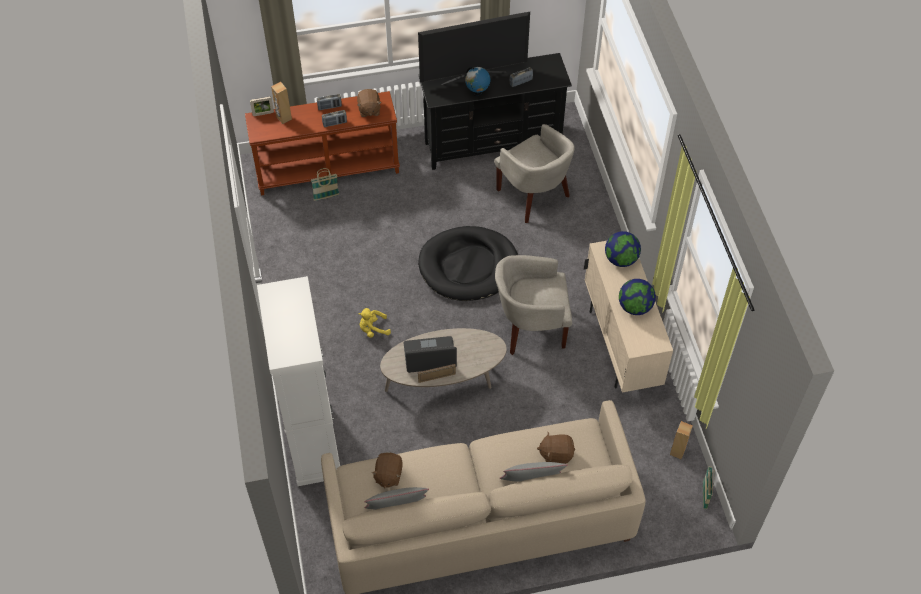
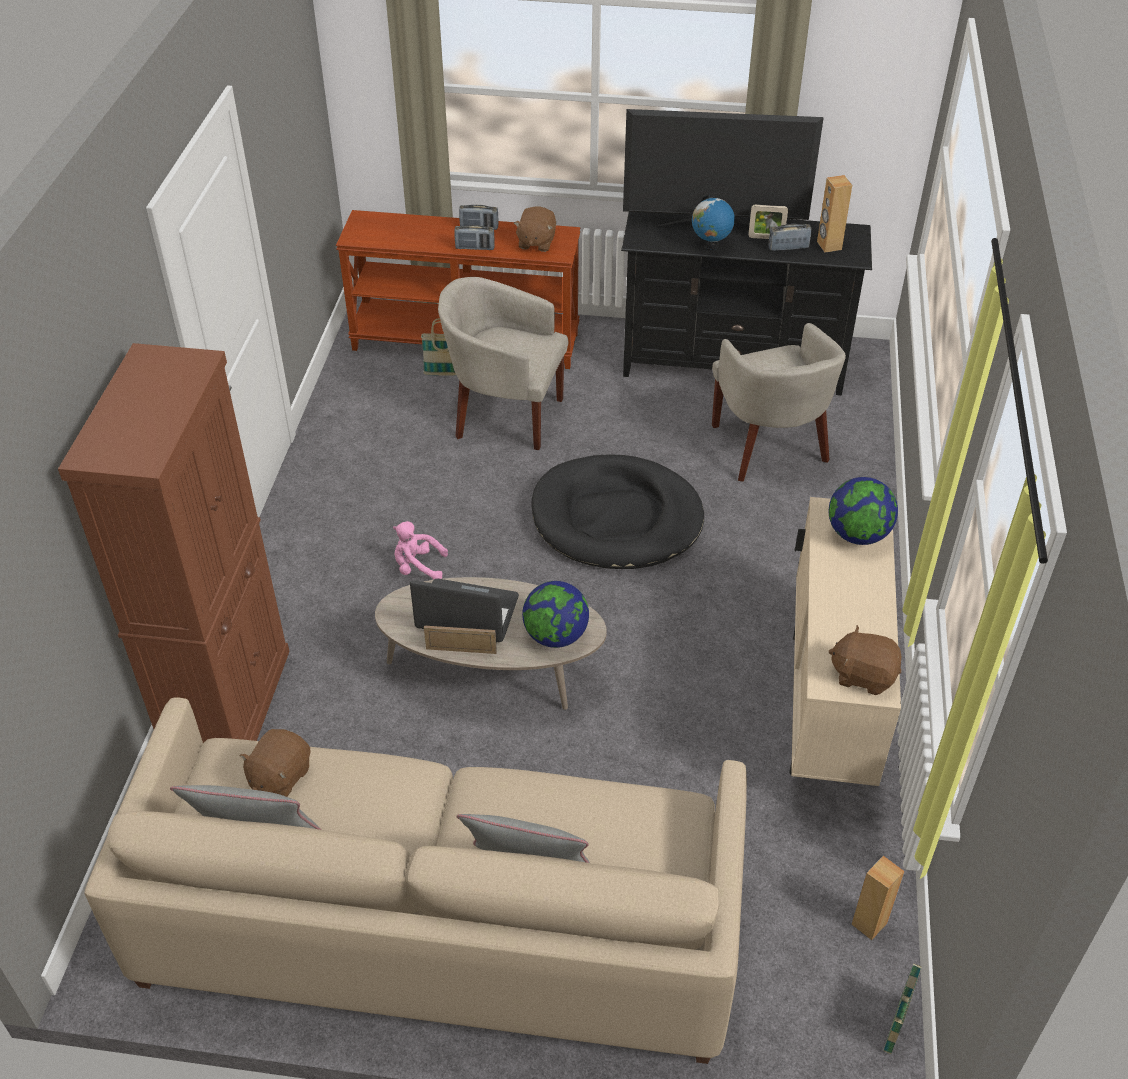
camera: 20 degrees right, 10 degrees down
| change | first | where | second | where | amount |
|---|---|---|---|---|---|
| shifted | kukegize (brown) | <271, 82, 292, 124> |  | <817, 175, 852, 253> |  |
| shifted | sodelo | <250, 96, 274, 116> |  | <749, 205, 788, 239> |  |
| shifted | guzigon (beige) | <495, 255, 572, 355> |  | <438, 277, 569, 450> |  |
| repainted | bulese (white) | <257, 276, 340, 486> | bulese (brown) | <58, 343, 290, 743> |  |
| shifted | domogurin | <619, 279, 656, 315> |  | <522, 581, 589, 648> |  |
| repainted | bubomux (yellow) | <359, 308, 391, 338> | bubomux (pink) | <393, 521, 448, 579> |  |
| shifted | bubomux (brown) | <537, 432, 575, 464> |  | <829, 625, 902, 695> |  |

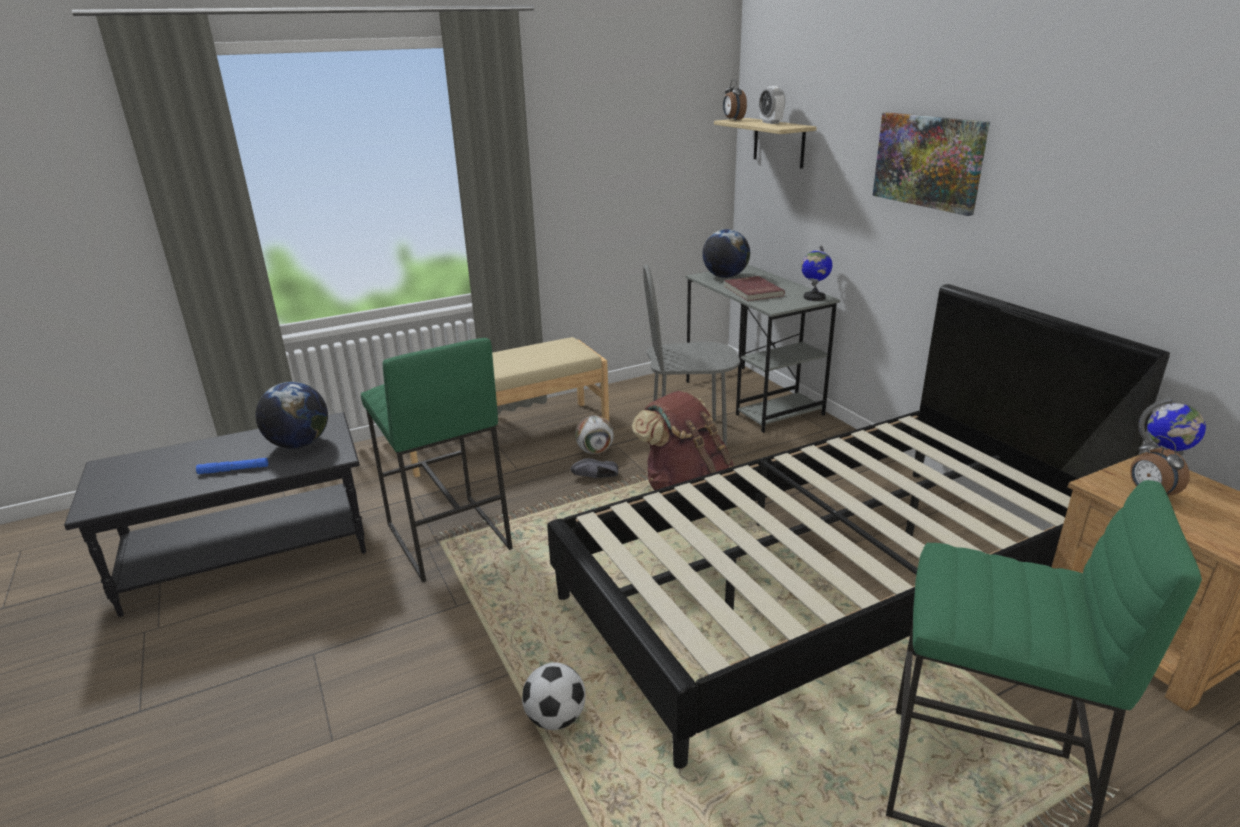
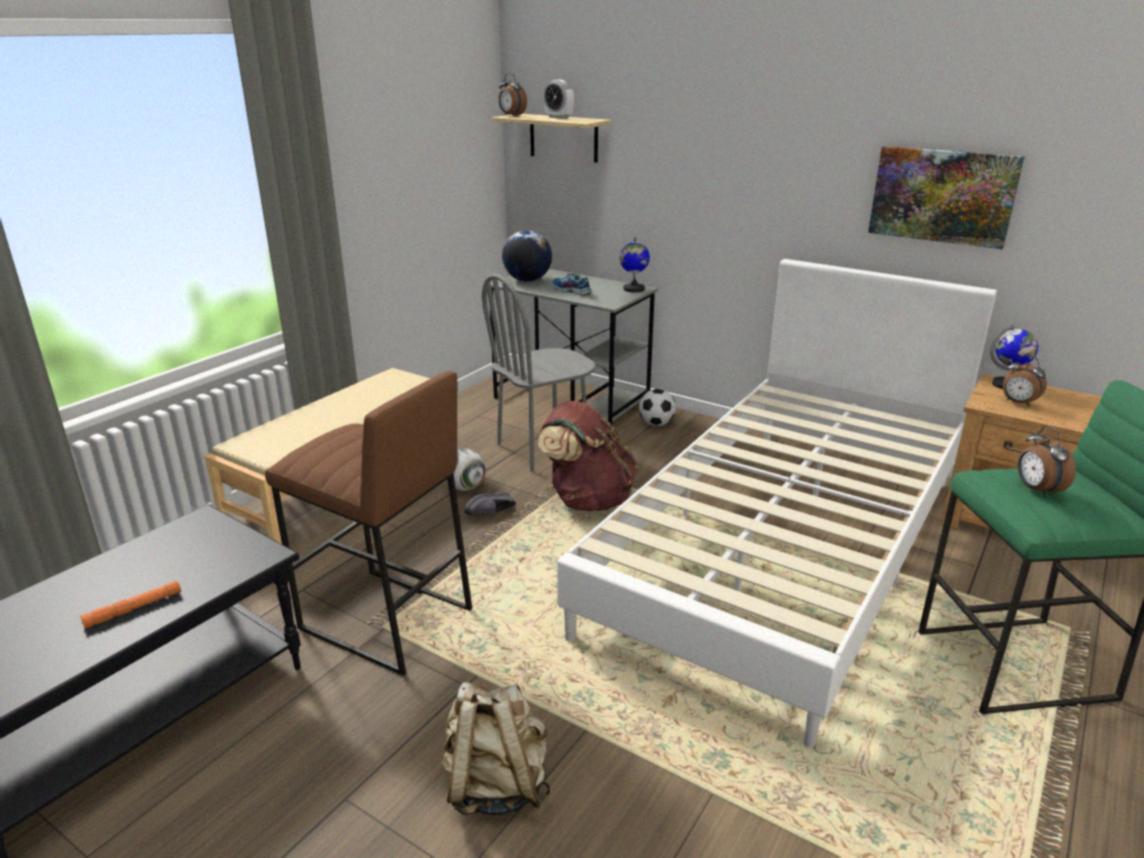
camera: 30 degrees left, 0 degrees up
| change | first | where | second | where | amount |
|---|---|---|---|---|---|
| shifted | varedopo | <873, 112, 990, 216> |  | <868, 146, 1025, 249> |  |
| swapped | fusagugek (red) | <724, 276, 785, 301> | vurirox | <552, 273, 591, 296> |  |
| repainted | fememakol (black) | <547, 284, 1170, 769> | fememakol (white) | <557, 259, 997, 748> |  |
| repainted | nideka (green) | <361, 338, 513, 582> | nideka (brown) | <265, 371, 472, 676> |  |
| gone | domogurin | <255, 382, 328, 449> |  |  |  |
| repainted | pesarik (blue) | <196, 458, 268, 474> | pesarik (orange) | <80, 581, 181, 629> |  |
| shifted | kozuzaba | <522, 662, 586, 730> |  | <639, 389, 676, 426> |  |
| new |  |  | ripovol | <1017, 425, 1076, 497> |  |
| new |  |  | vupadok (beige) | <441, 682, 550, 815> |  |

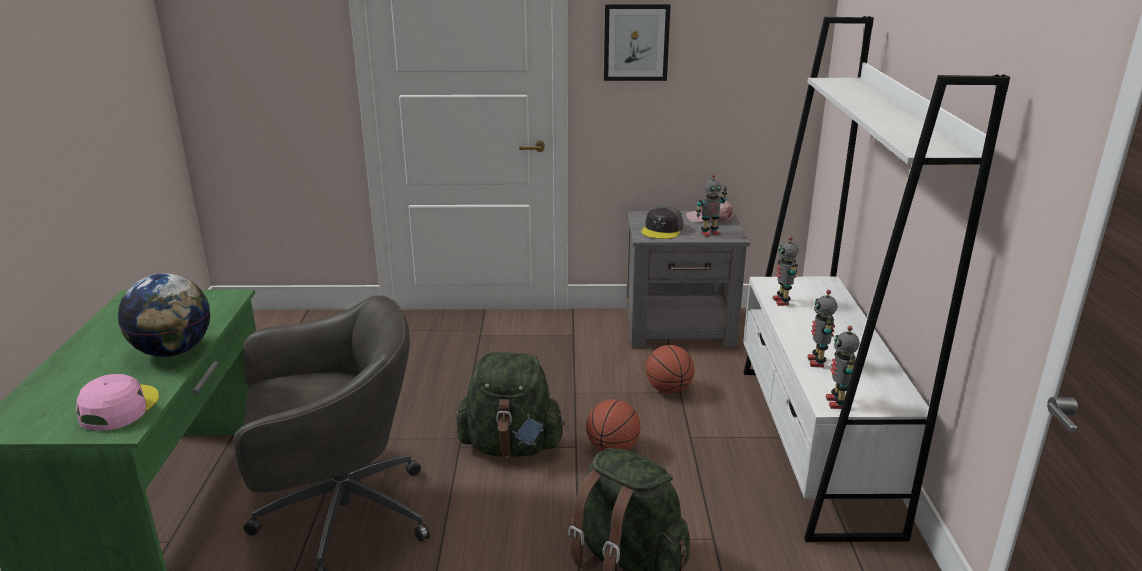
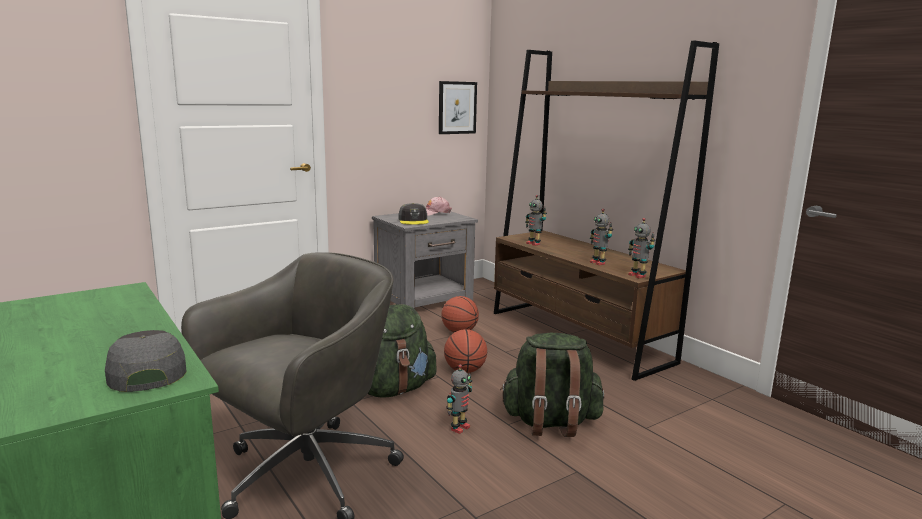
camera: 35 degrees left, 10 degrees down
| change | first | where | second | where | amount |
|---|---|---|---|---|---|
| shifted | varedopo | <604, 4, 670, 81> |  | <439, 81, 477, 134> |  |
| repainted | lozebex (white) | <743, 16, 1010, 542> | lozebex (brown) | <494, 41, 719, 381> |  |
| shifted | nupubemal | <696, 175, 727, 237> |  | <446, 364, 472, 434> |  |
| gone | domogurin | <118, 273, 210, 357> |  |  |  |
| repainted | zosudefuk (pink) | <76, 374, 159, 430> | zosudefuk (grey) | <105, 330, 187, 392> |  |

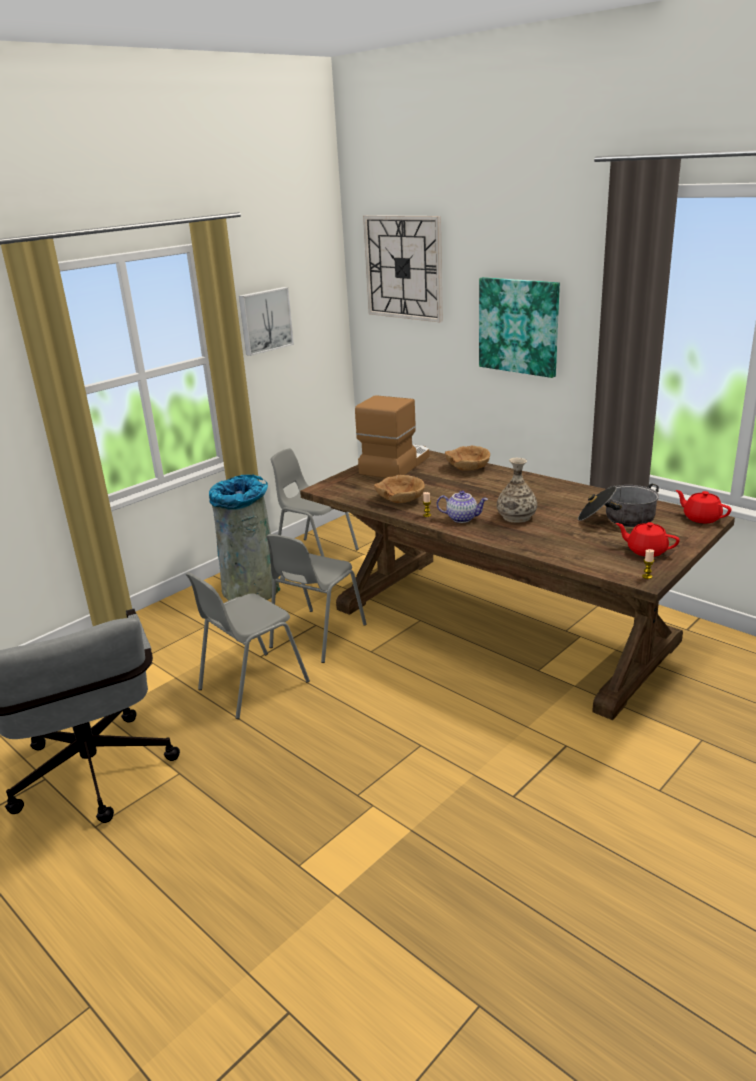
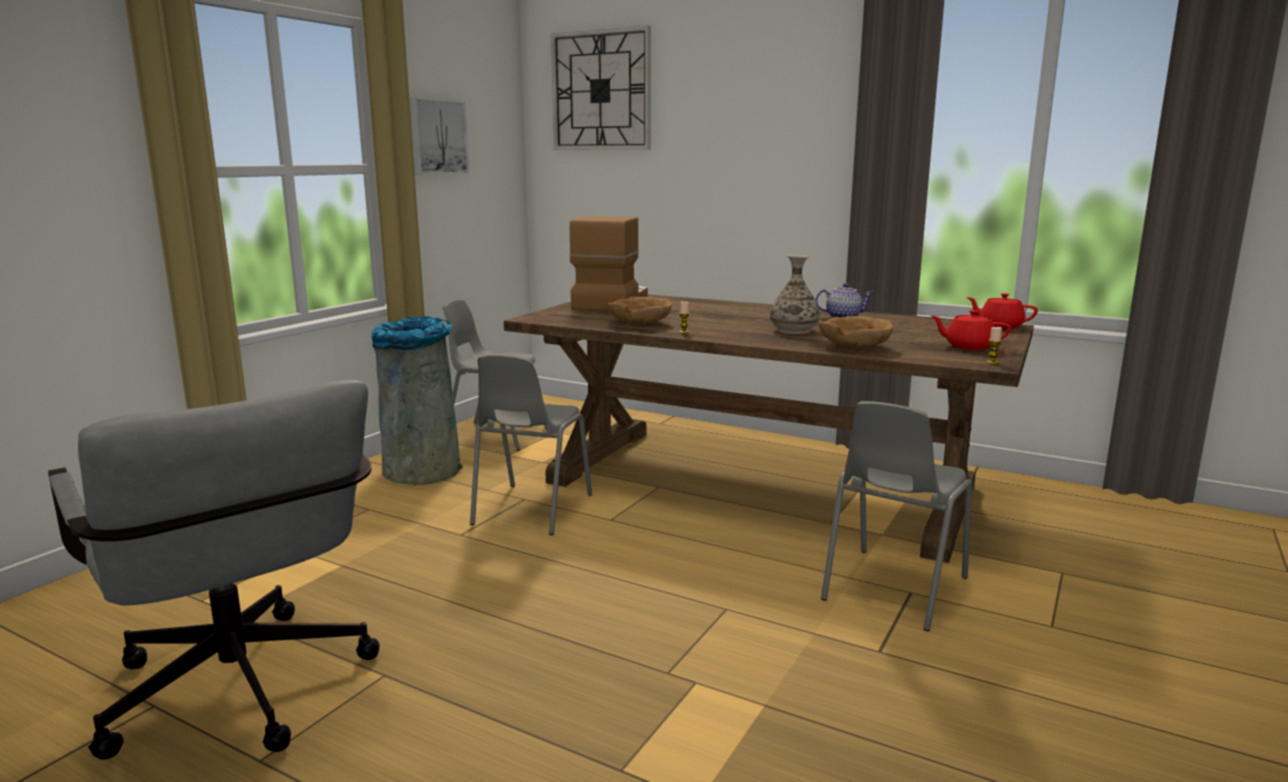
camera: 15 degrees left, 10 degrees down
| change | first | where | second | where | amount |
|---|---|---|---|---|---|
| gone | varedopo | <479, 277, 560, 378> |  |  |  |
| shifted | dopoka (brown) | <445, 445, 490, 471> |  | <818, 316, 893, 348> |  |
| gone | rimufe | <578, 484, 659, 527> |  |  |  |
| shifted | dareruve | <437, 491, 488, 523> |  | <815, 283, 874, 318> |  |
| shifted | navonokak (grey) | <186, 572, 310, 719> |  | <821, 401, 973, 631> |  |

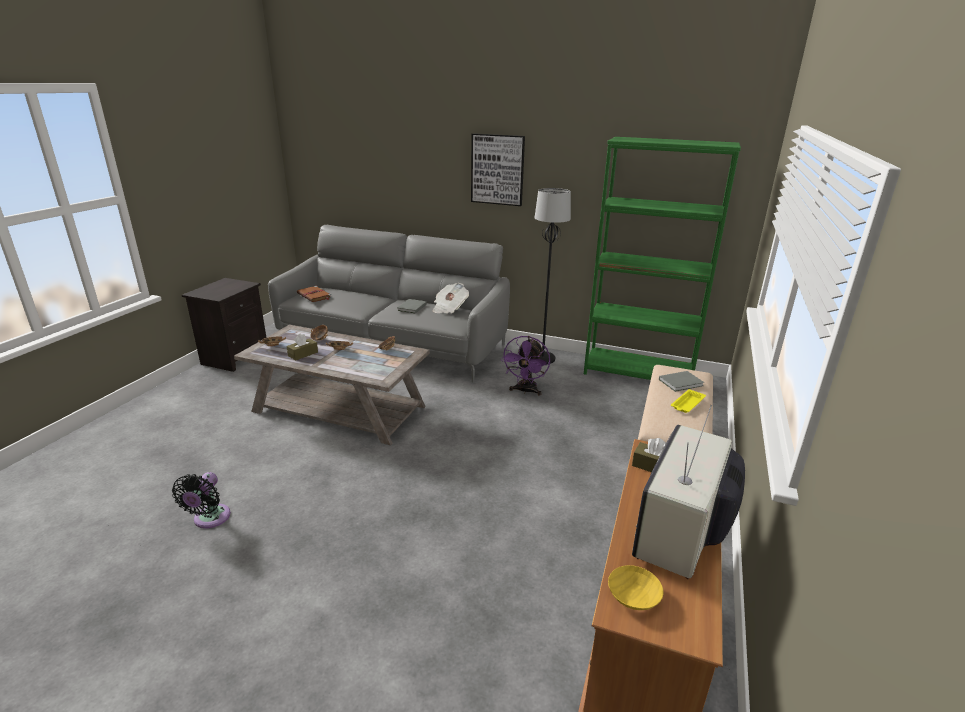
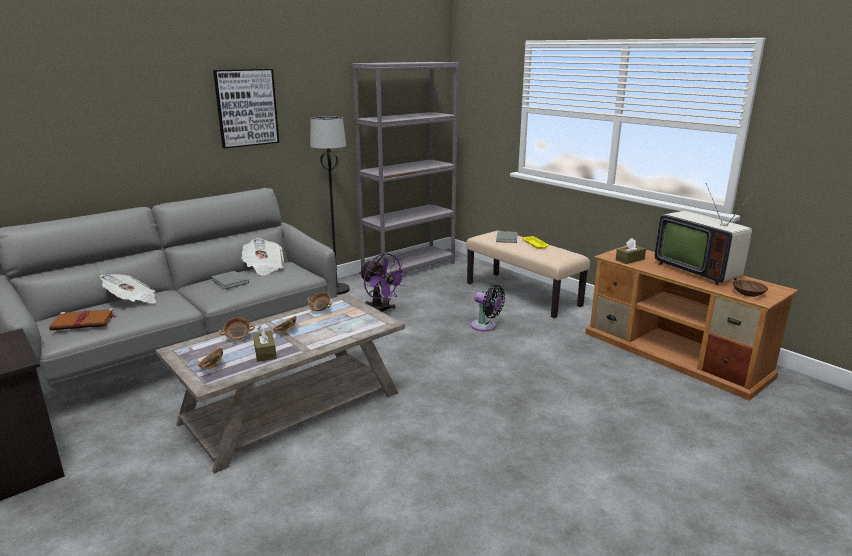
camera: 60 degrees left, 5 degrees down
| change | first | where | second | where | amount |
|---|---|---|---|---|---|
| repainted | lozebex (green) | <584, 137, 741, 380> | lozebex (grey) | <352, 62, 459, 284> |  |
| shifted | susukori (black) | <172, 472, 231, 529> |  | <471, 285, 505, 331> |  |
| repainted | dopoka (yellow) | <608, 565, 663, 610> | dopoka (brown) | <733, 280, 768, 297> |  |
| new |  |  | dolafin | <100, 274, 156, 303> |  |

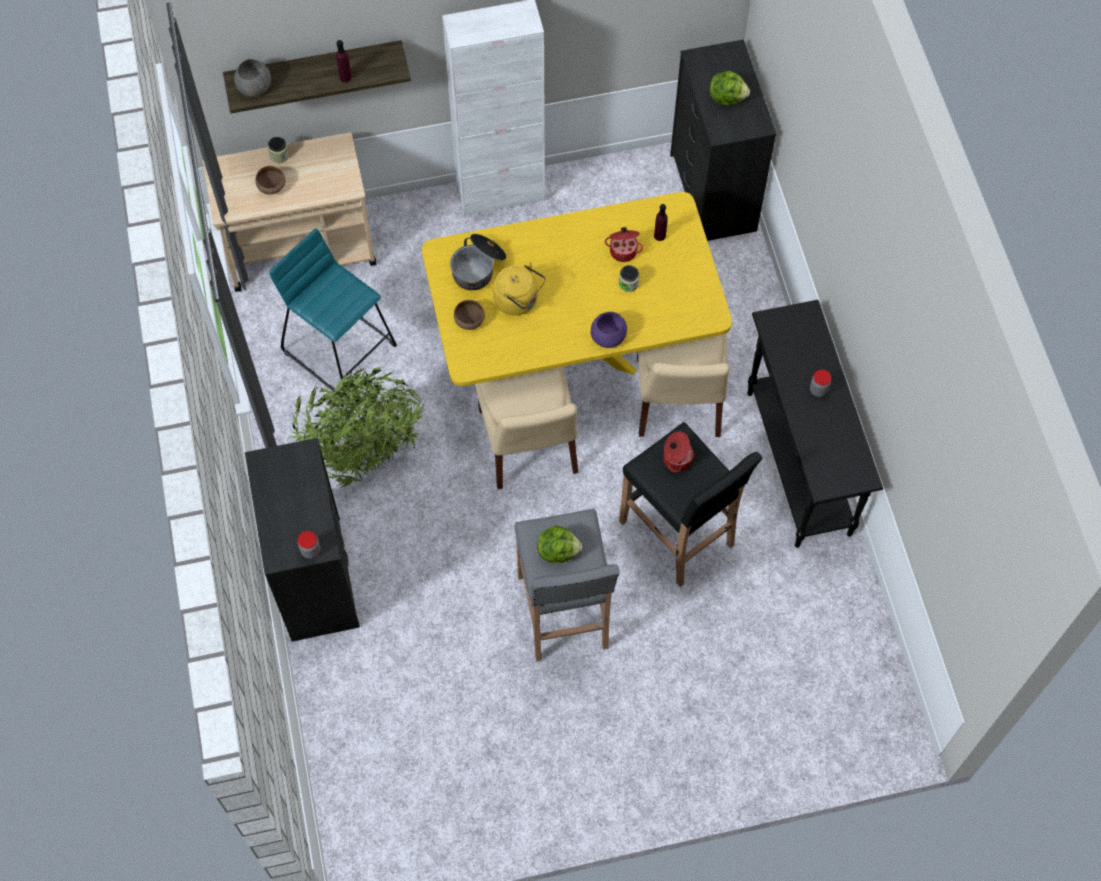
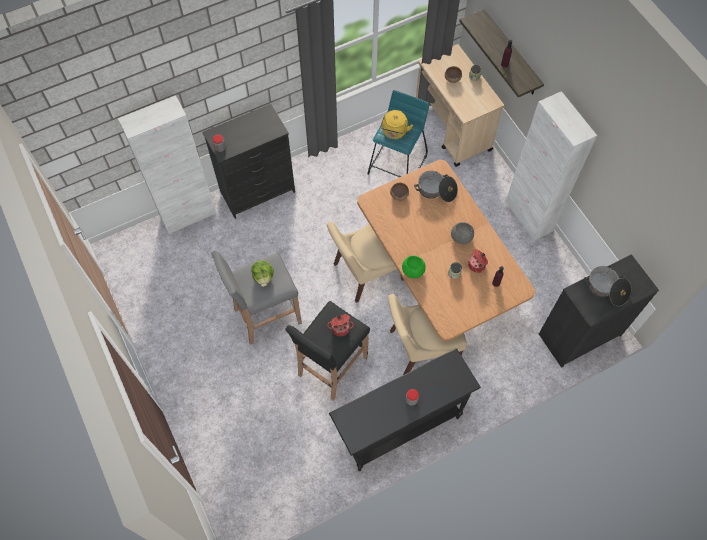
camera: 75 degrees right, 0 degrees up
| change | first | where | second | where | amount |
|---|---|---|---|---|---|
| shifted | dopoka (grey) | <234, 59, 271, 97> |  | <451, 222, 474, 244> |  |
| swapped | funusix | <709, 71, 750, 105> | rimufe | <584, 266, 631, 306> |  |
| repainted | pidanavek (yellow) | <422, 192, 732, 386> | pidanavek (brown) | <357, 160, 535, 341> |  |
| shifted | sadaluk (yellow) | <493, 262, 546, 316> |  | <380, 110, 413, 139> |  |
| repainted | dopoka (purple) | <591, 312, 627, 348> | dopoka (green) | <402, 256, 426, 278> |  |
| gone | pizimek | <289, 366, 424, 488> |  |  |  |
| new |  |  | bulese (white) | <118, 95, 216, 234> |  |

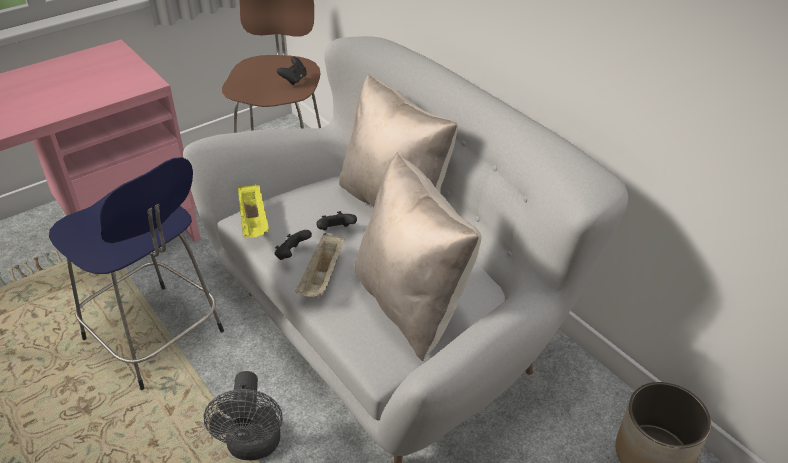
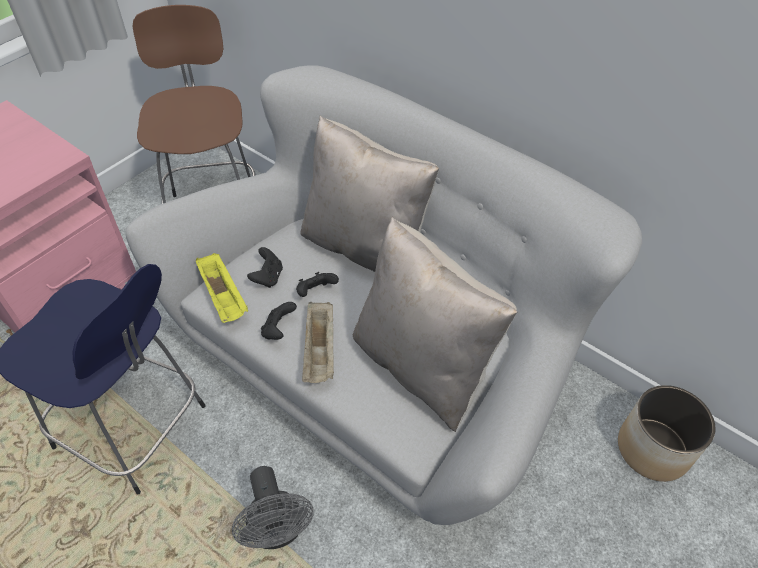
camera: 15 degrees left, 10 degrees up
| change | first | where | second | where | amount |
|---|---|---|---|---|---|
| shifted | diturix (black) | <277, 57, 307, 85> |  | <247, 247, 283, 288> |  |

